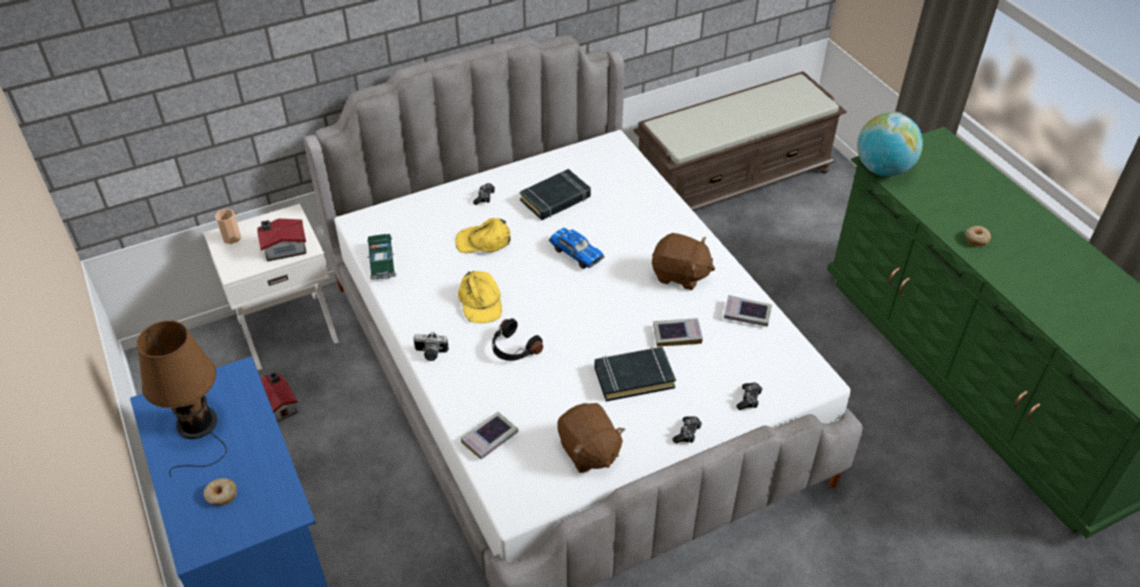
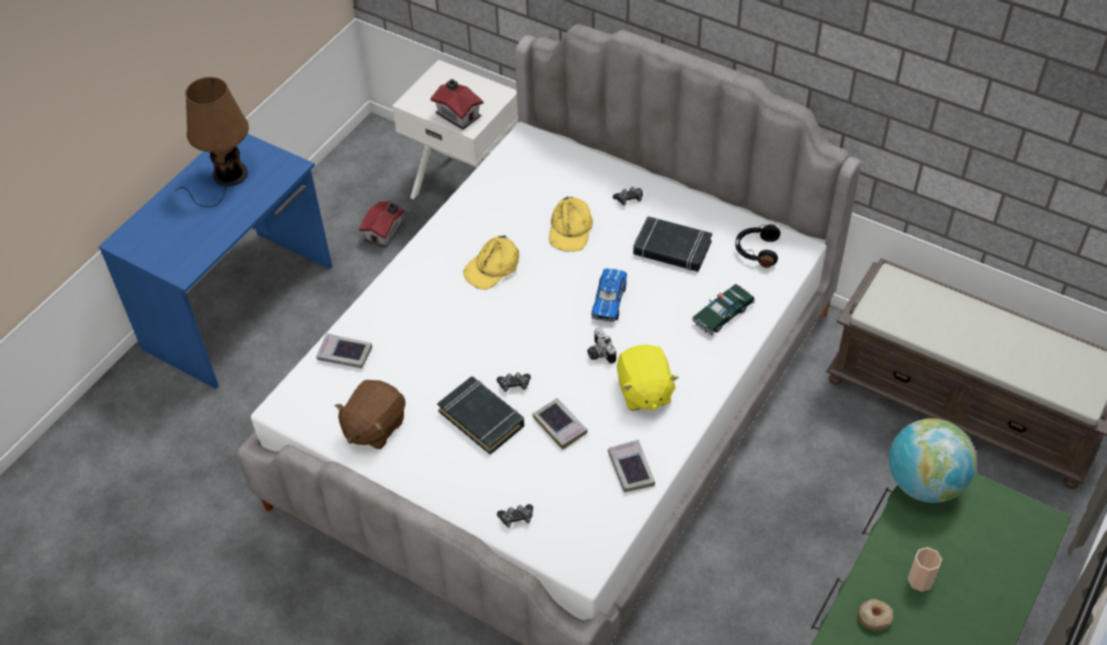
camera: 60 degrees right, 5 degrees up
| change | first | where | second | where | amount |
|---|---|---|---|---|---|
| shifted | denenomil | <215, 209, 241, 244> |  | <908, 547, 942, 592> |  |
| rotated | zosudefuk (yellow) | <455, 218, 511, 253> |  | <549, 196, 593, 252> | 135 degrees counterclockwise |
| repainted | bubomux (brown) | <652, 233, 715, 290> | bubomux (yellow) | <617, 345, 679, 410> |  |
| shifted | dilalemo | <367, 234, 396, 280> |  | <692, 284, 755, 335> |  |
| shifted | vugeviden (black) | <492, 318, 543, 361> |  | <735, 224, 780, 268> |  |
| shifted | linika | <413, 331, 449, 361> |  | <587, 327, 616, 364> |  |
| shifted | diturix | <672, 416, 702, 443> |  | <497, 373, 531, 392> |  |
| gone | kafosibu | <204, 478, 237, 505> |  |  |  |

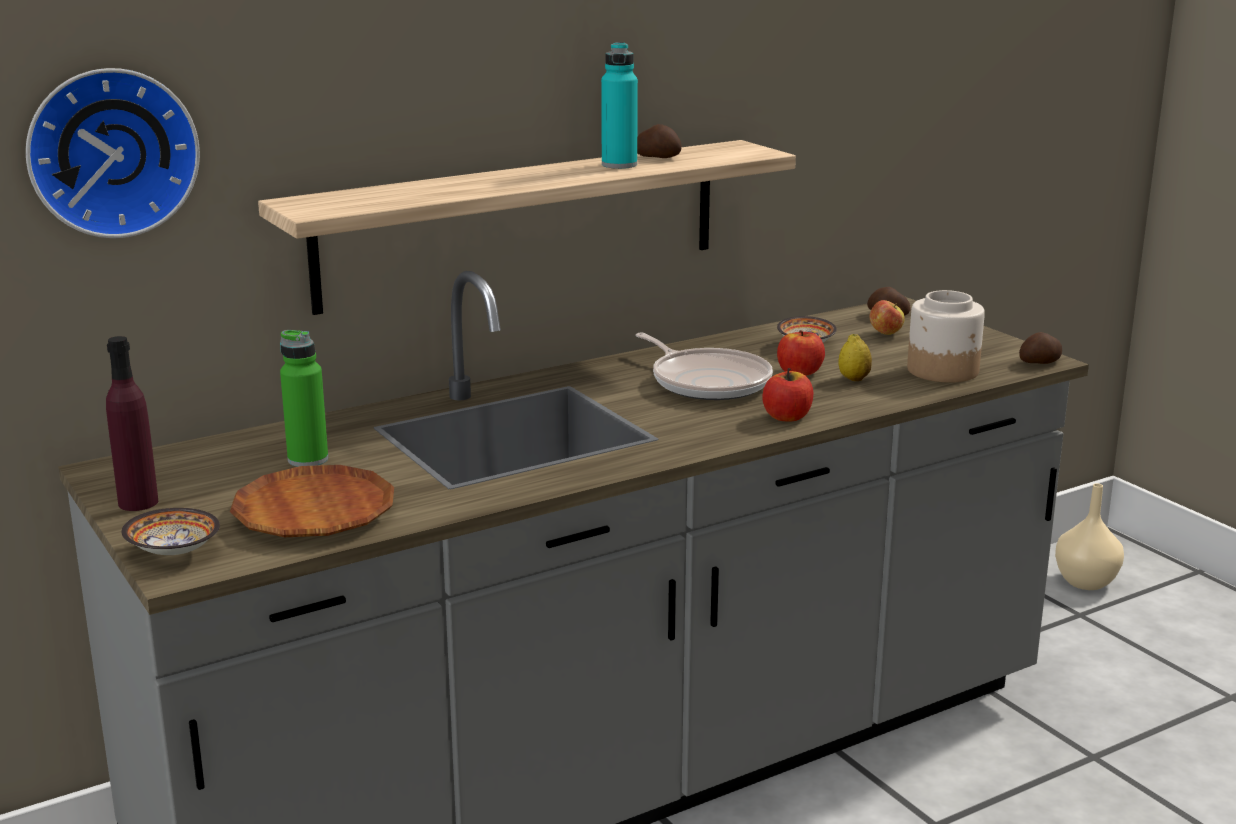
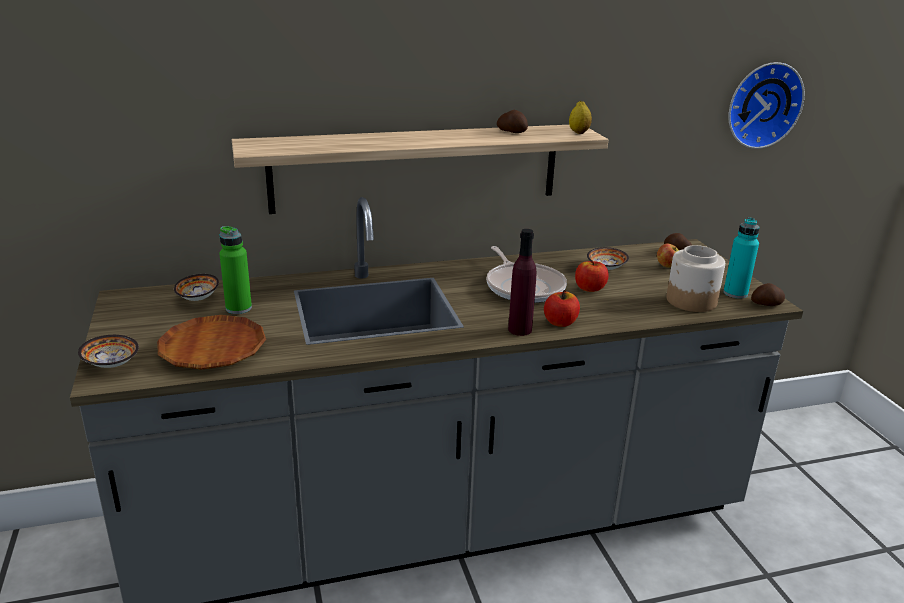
camera: 15 degrees right, 5 degrees up
| change | first | where | second | where | amount |
|---|---|---|---|---|---|
| shifted | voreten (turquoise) | <601, 42, 638, 169> |  | <723, 217, 760, 299> |  |
| shifted | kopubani | <26, 68, 200, 238> |  | <728, 62, 805, 149> |  |
| shifted | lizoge | <838, 334, 872, 381> |  | <569, 101, 592, 134> |  |
| shifted | voreten (purple) | <106, 336, 158, 511> |  | <508, 229, 537, 336> |  |
| gone | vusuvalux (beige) | <1055, 483, 1124, 590> |  |  |  |
| new |  |  | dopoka | <174, 274, 219, 301> |  |

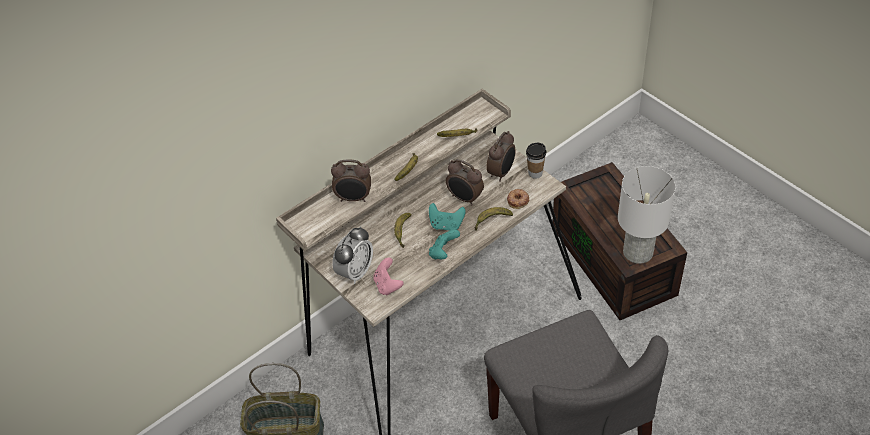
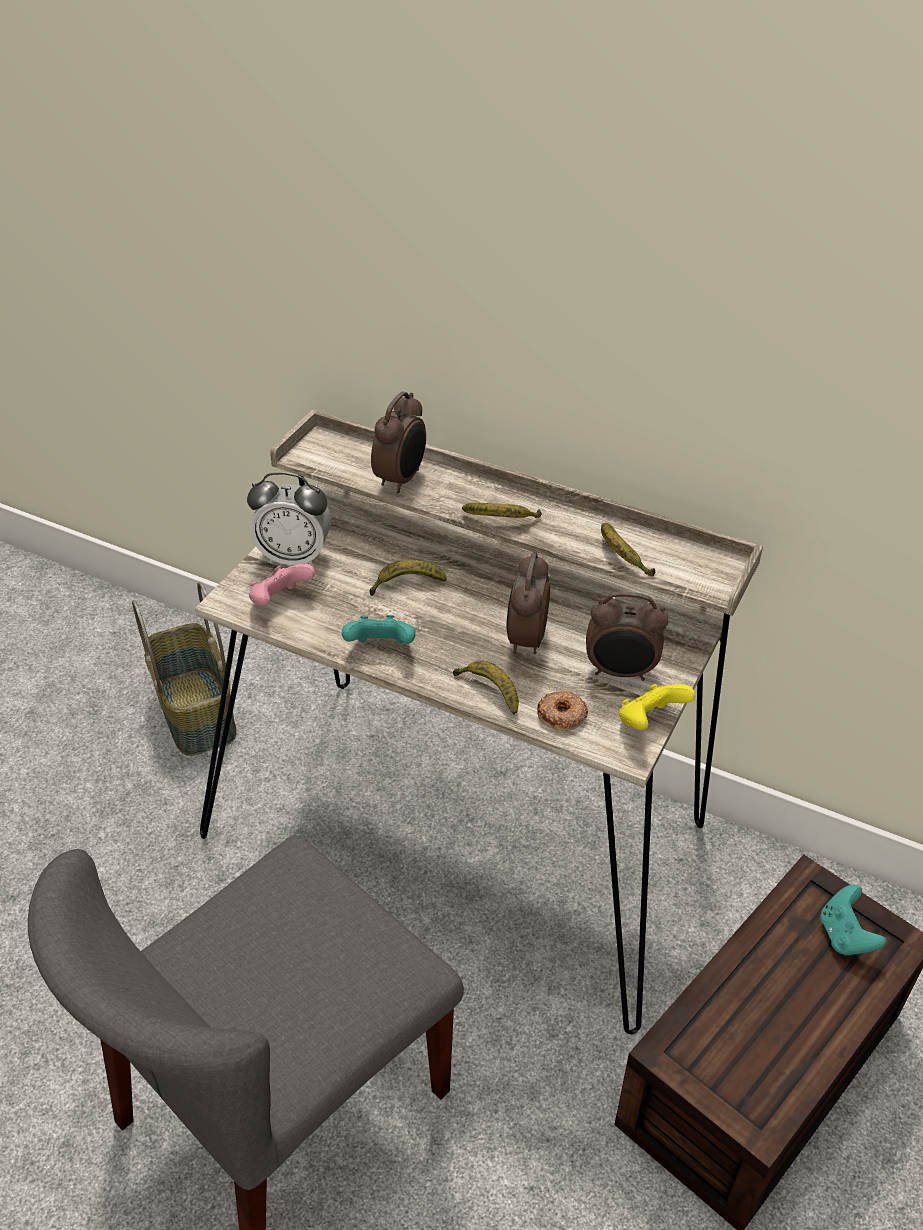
camera: 65 degrees right, 5 degrees down
| change | first | where | second | where | amount |
|---|---|---|---|---|---|
| swapped | denenomil | <526, 143, 546, 179> | diturix (yellow) | <619, 684, 695, 730> |  |
| rotated | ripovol | <331, 160, 371, 202> |  | <371, 391, 426, 493> | 135 degrees counterclockwise |
| gone | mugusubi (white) | <618, 166, 675, 264> |  |  |  |
| shifted | diturix (turquoise) | <429, 203, 466, 231> |  | <820, 885, 886, 956> |  |

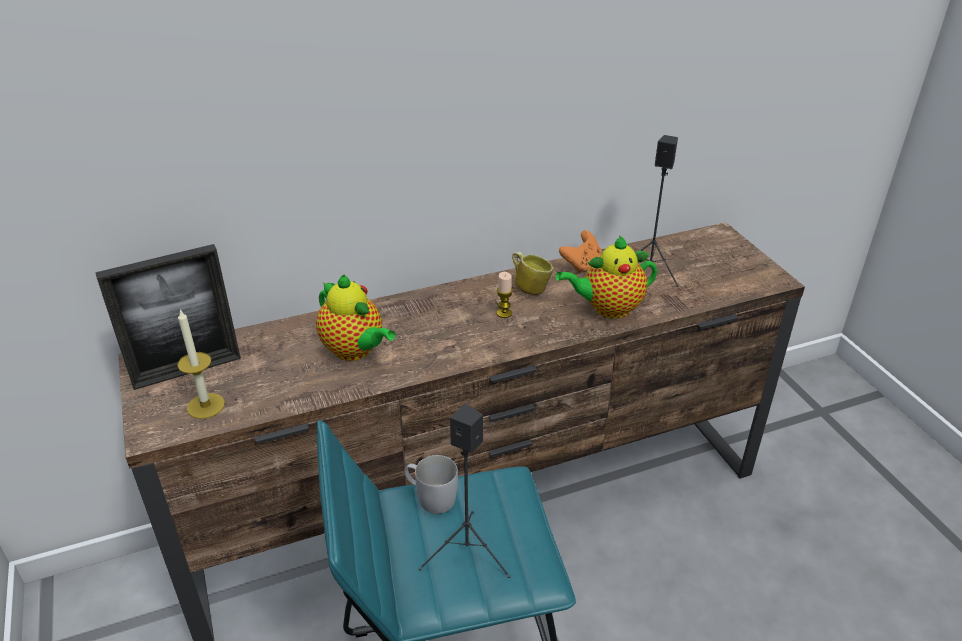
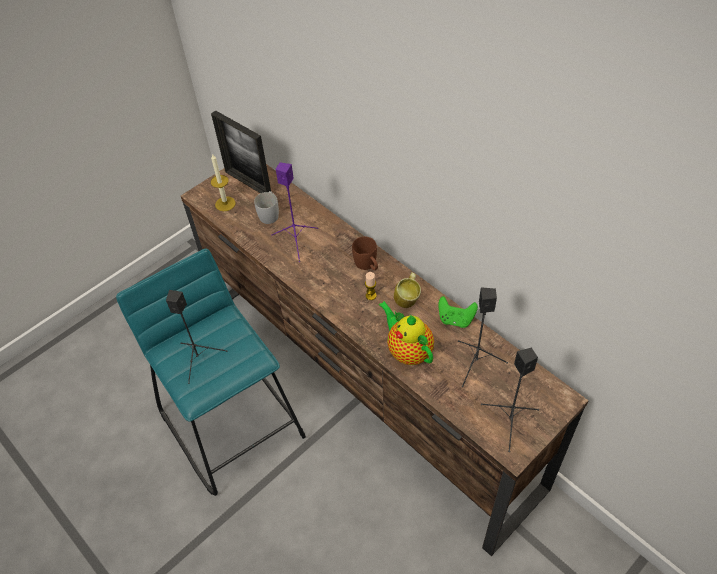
camera: 70 degrees right, 15 degrees up
| change | first | where | second | where | amount |
|---|---|---|---|---|---|
| repainted | diturix (orange) | <559, 230, 602, 273> | diturix (green) | <439, 296, 478, 328> |  |
| swapped | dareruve | <316, 274, 396, 361> | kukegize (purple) | <272, 162, 318, 262> |  |
| shifted | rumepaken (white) | <405, 455, 458, 514> |  | <254, 191, 279, 224> |  |
| new |  |  | rumepaken (brown) | <352, 237, 378, 270> |  |
| new |  |  | kukegize (black) | <481, 348, 539, 452> |  |

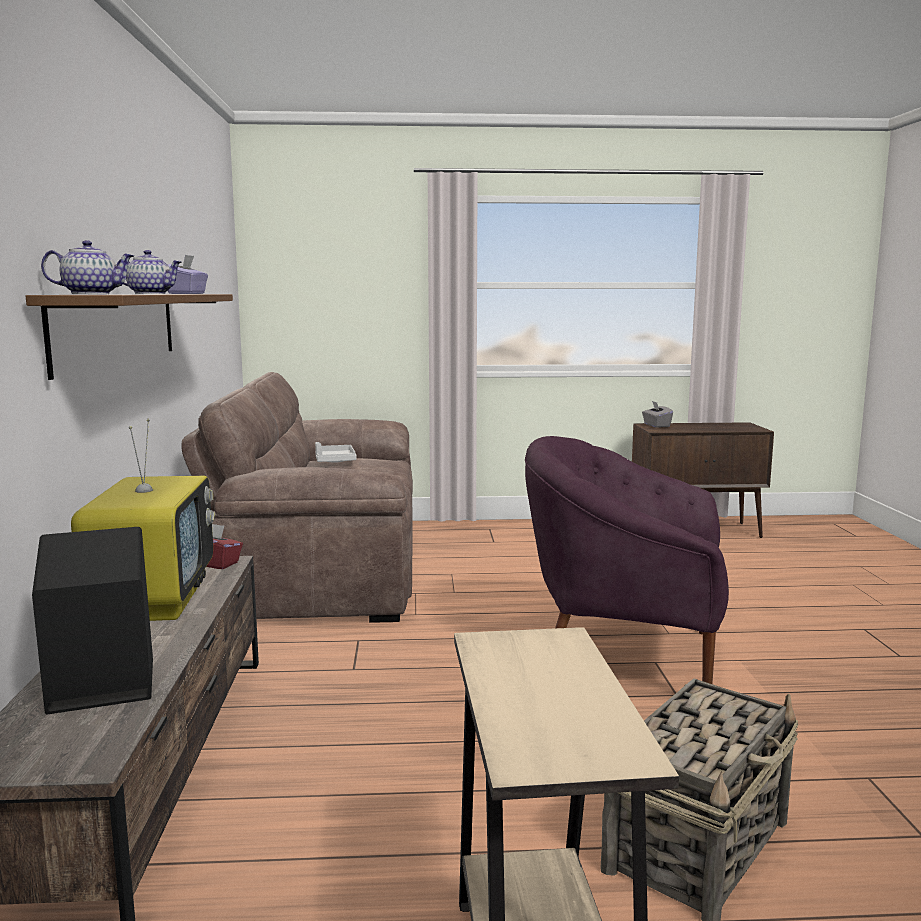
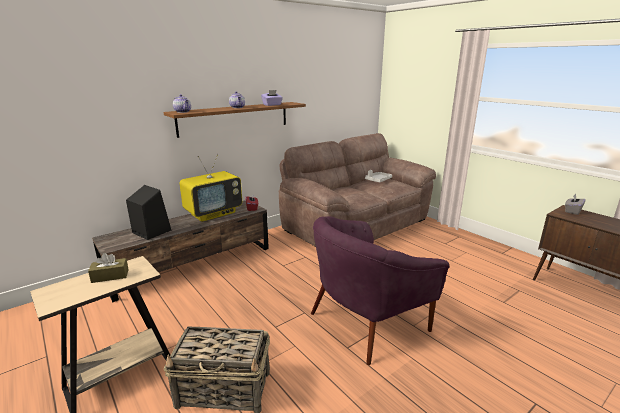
camera: 55 degrees right, 10 degrees up
| change | first | where | second | where | amount |
|---|---|---|---|---|---|
| rotated | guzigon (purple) | <525, 436, 729, 684> |  | <311, 216, 450, 365> | 105 degrees counterclockwise |
| new |  |  | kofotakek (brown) | <88, 253, 129, 283> |  |

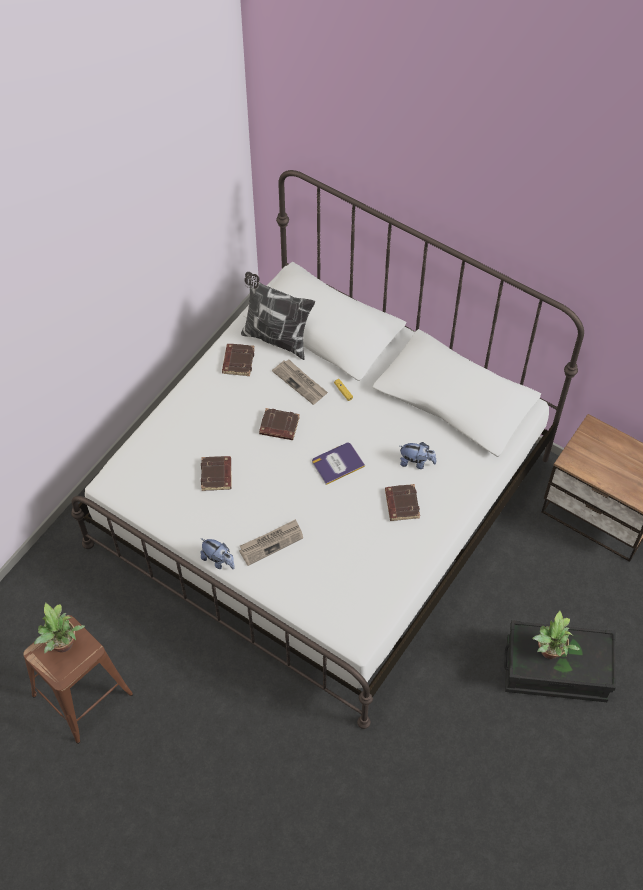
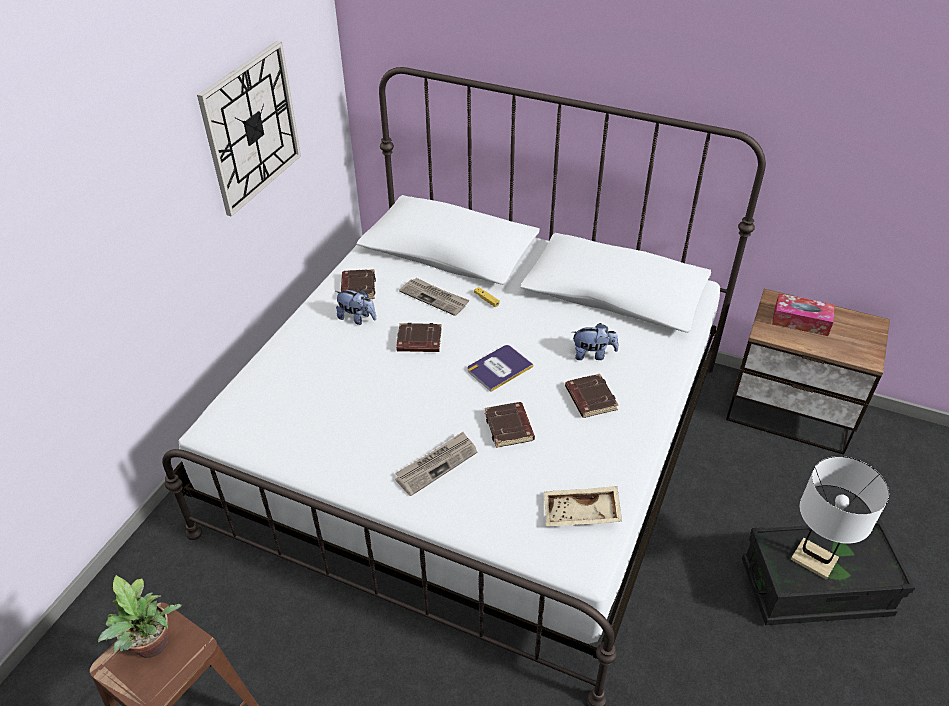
camera: 10 degrees left, 15 degrees down
| change | first | where | second | where | amount |
|---|---|---|---|---|---|
| gone | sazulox | <241, 272, 315, 360> |  |  |  |
| shifted | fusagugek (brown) | <201, 456, 232, 491> |  | <485, 402, 535, 448> |  |
| shifted | bubomux | <200, 538, 235, 569> |  | <336, 289, 376, 325> |  |
| swapped | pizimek | <532, 611, 580, 659> | mugusubi (white) | <791, 456, 889, 580> |  |
| new |  |  | kopubani | <197, 41, 301, 217> |  |
| new |  |  | kofotakek | <772, 293, 835, 336> |  |
| new |  |  | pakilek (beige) | <544, 486, 622, 527> |  |

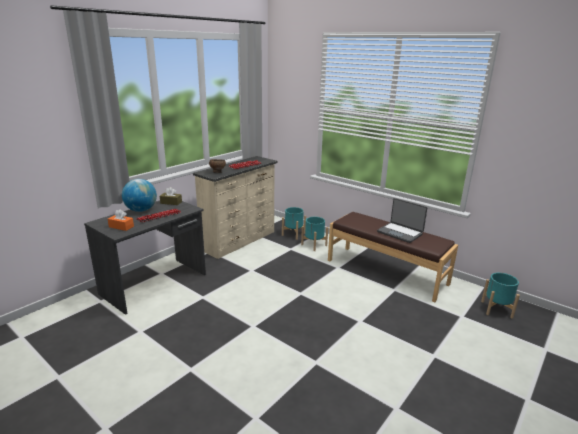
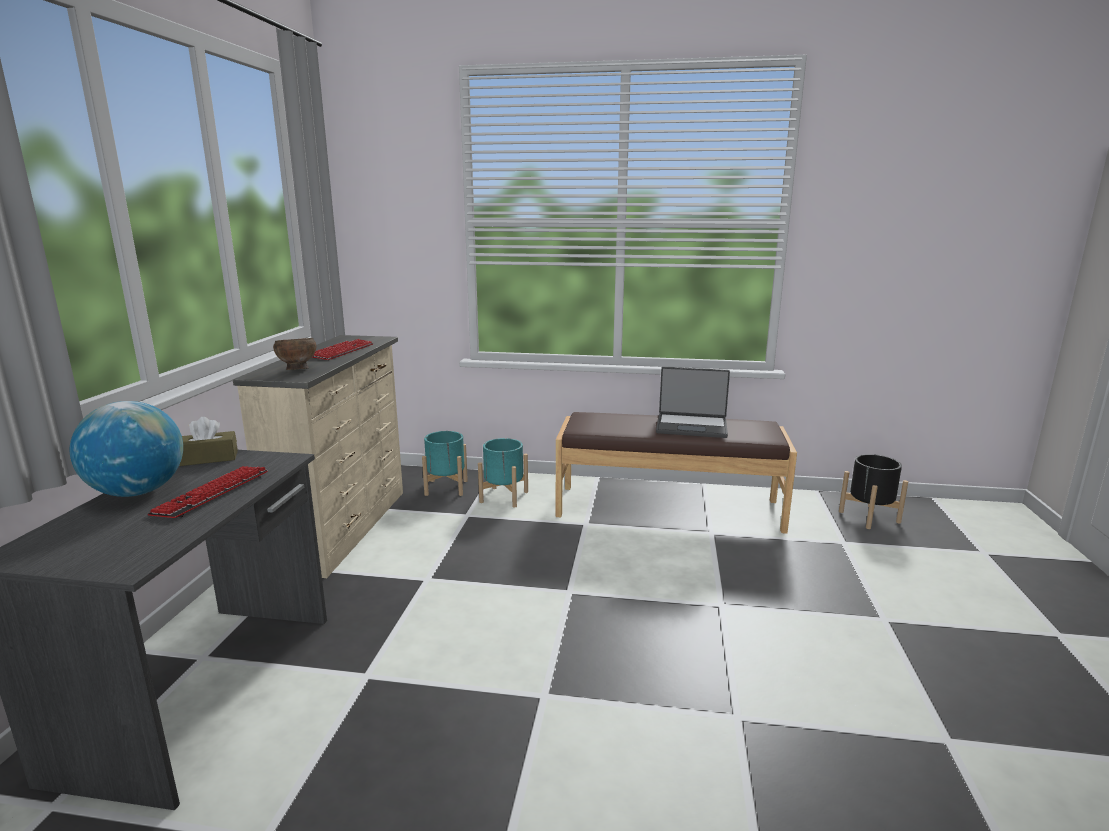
camera: 30 degrees left, 5 degrees down
| change | first | where | second | where | amount |
|---|---|---|---|---|---|
| gone | kofotakek (orange) | <108, 209, 134, 231> |  |  |  |
| repainted | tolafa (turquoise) | <481, 273, 520, 319> | tolafa (black) | <839, 454, 908, 529> |  |

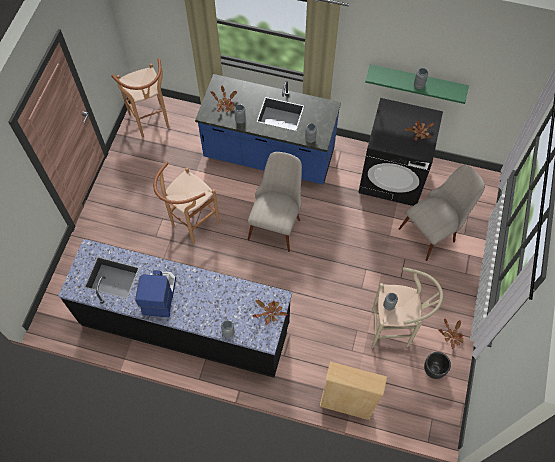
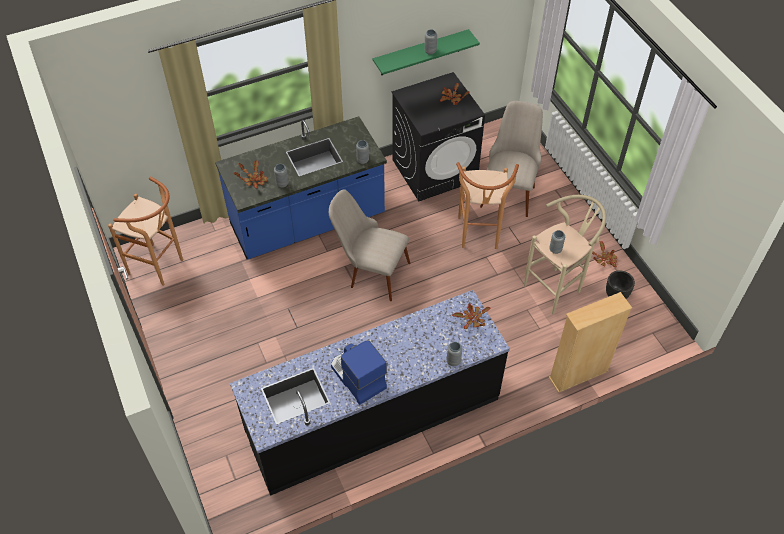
camera: 40 degrees left, 10 degrees down
| change | first | where | second | where | amount |
|---|---|---|---|---|---|
| rotated | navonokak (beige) | <248, 152, 302, 252> |  | <329, 189, 410, 301> | 45 degrees counterclockwise |
| shifted | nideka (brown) | <153, 162, 220, 244> |  | <456, 162, 519, 249> |  |

